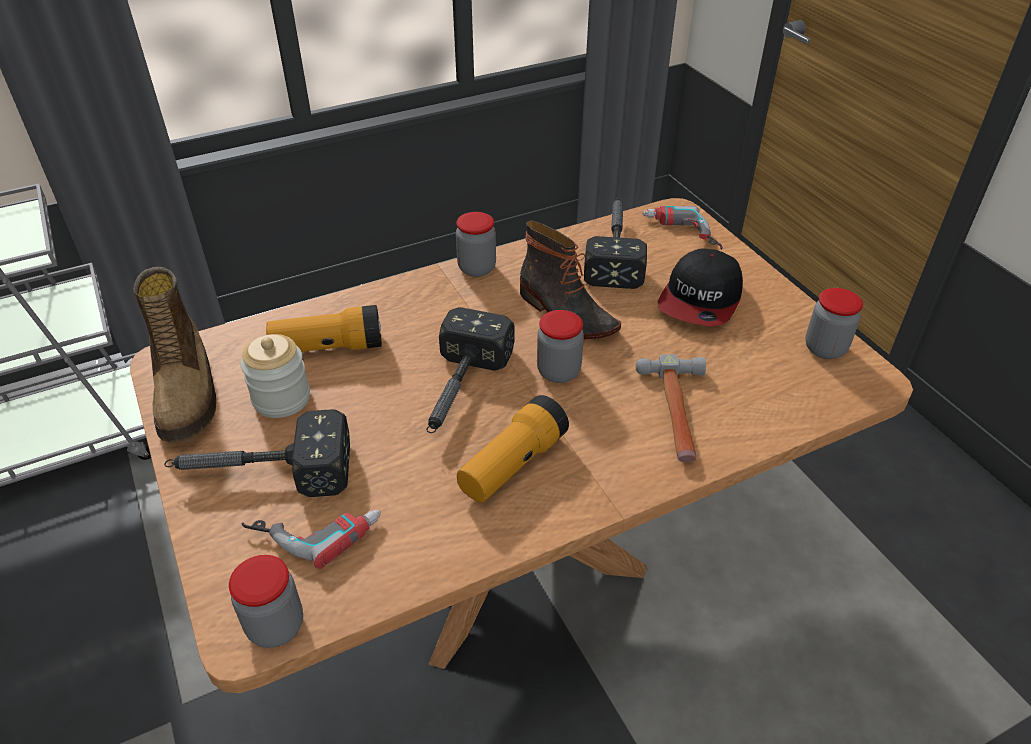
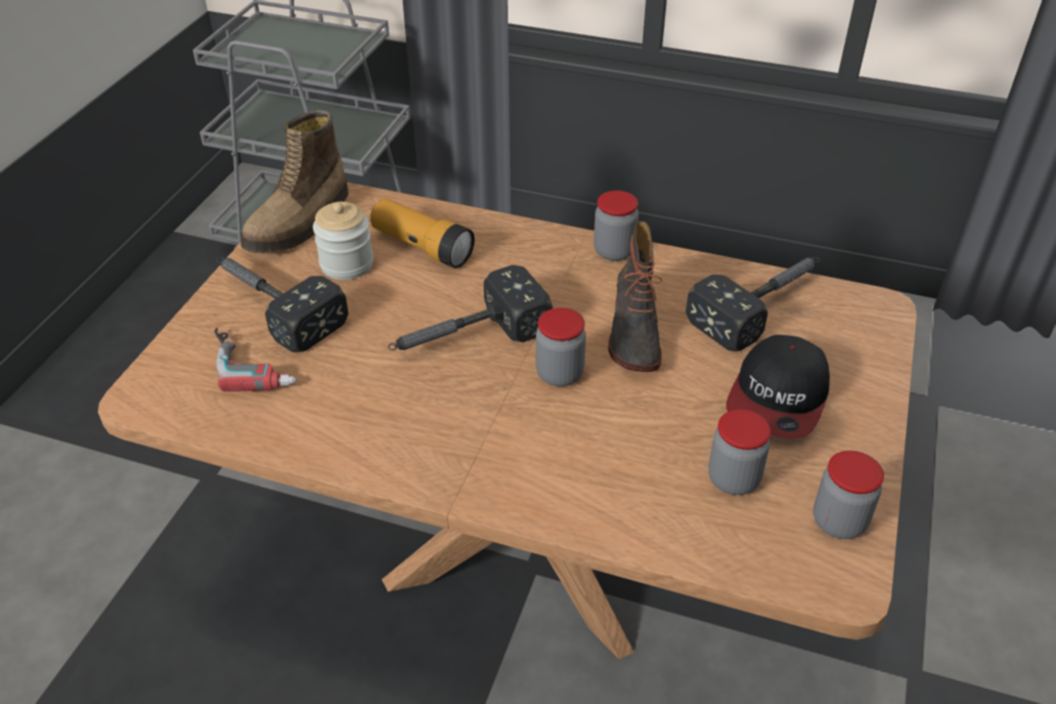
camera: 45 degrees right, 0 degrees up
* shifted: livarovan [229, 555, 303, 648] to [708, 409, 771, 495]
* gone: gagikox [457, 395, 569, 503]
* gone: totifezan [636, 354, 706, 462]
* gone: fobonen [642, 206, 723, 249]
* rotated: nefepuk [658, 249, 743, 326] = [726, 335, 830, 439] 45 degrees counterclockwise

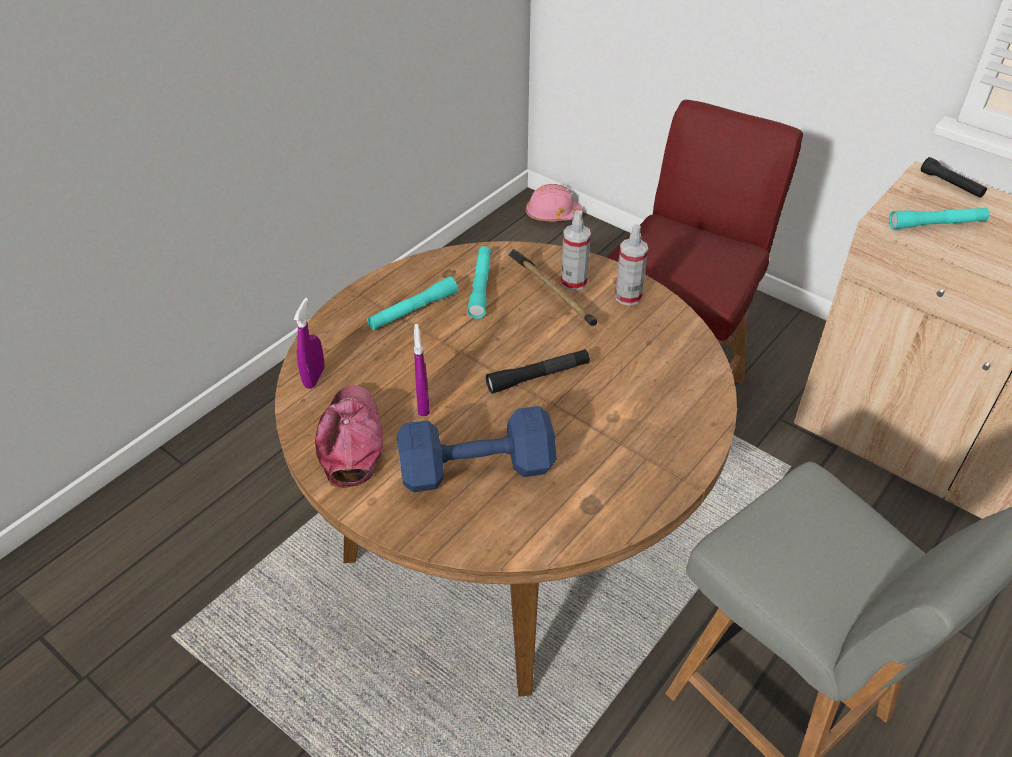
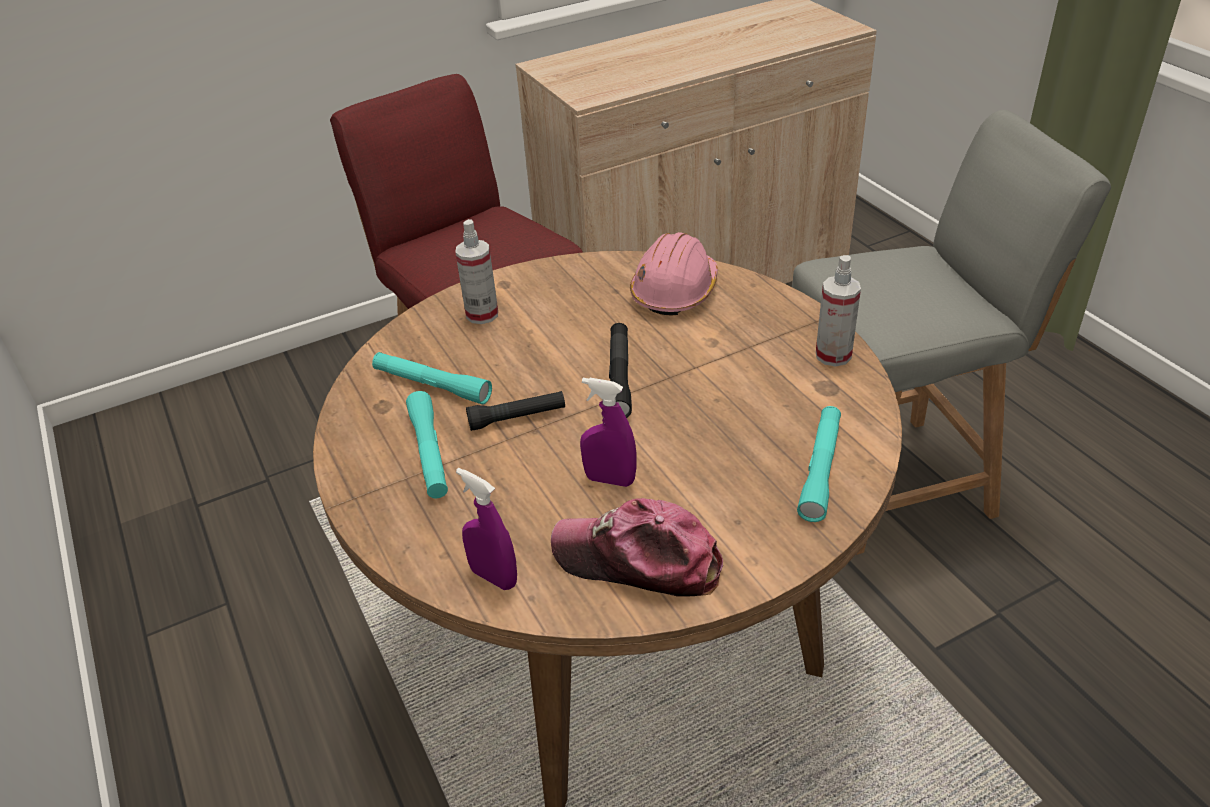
camera: 65 degrees left, 5 degrees down
* gone: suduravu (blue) [397, 406, 557, 492]
* gone: totifezan [508, 249, 597, 326]
* shifted: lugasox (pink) [526, 184, 583, 221] to [630, 232, 718, 316]
* shifted: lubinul [615, 224, 648, 306] to [816, 255, 861, 367]
* shifted: gagikox (turquoise) [889, 208, 989, 229] to [797, 406, 841, 522]
* shifted: gagikox (black) [921, 157, 987, 198] to [466, 391, 565, 431]

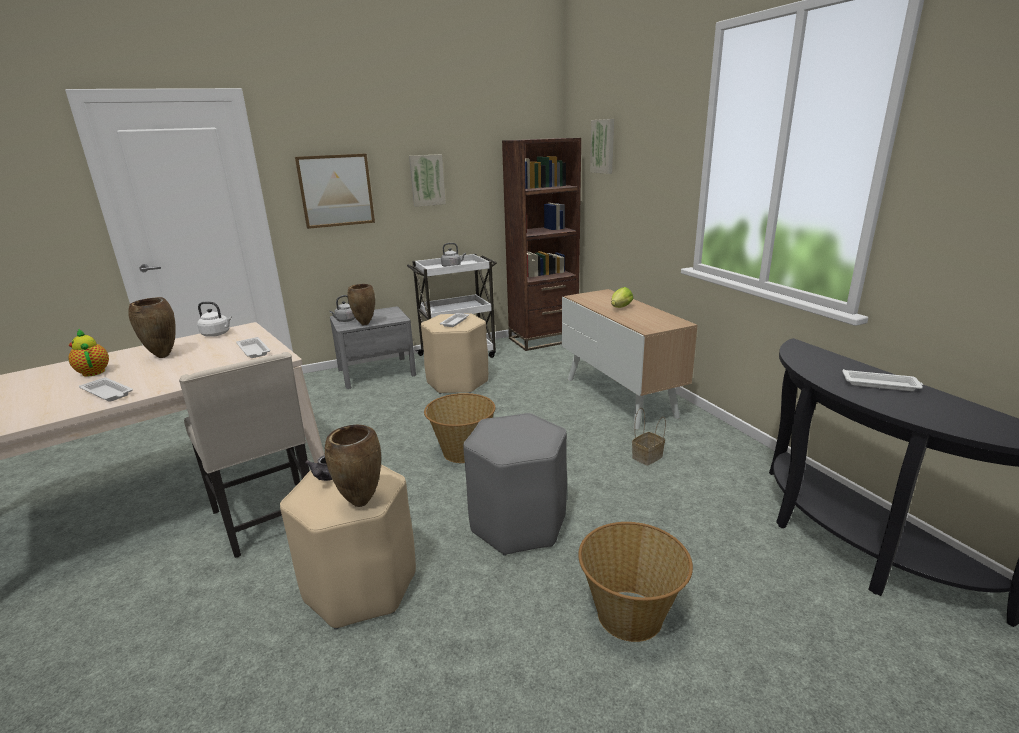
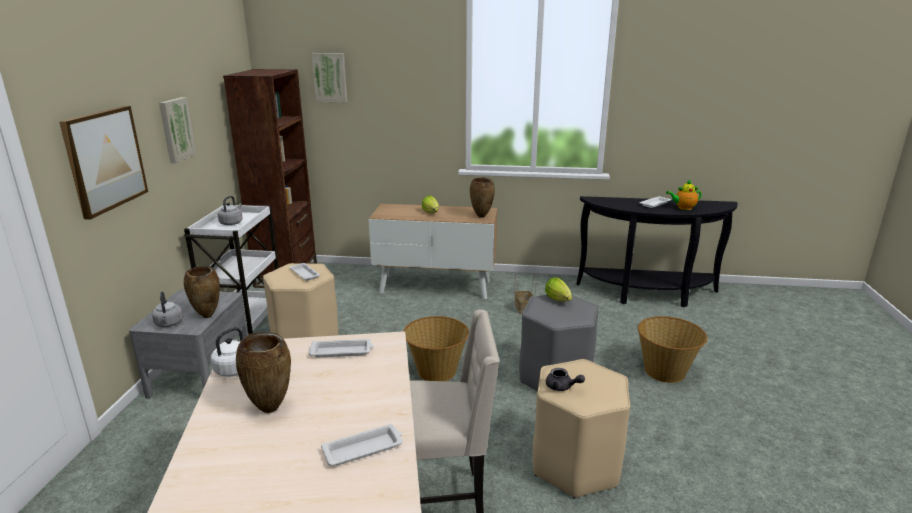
camera: 60 degrees left, 0 degrees up
* shifted: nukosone [68, 329, 109, 377] to [666, 180, 702, 210]
* shifted: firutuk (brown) [325, 425, 381, 507] to [470, 177, 495, 218]
* new: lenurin [545, 277, 572, 302]

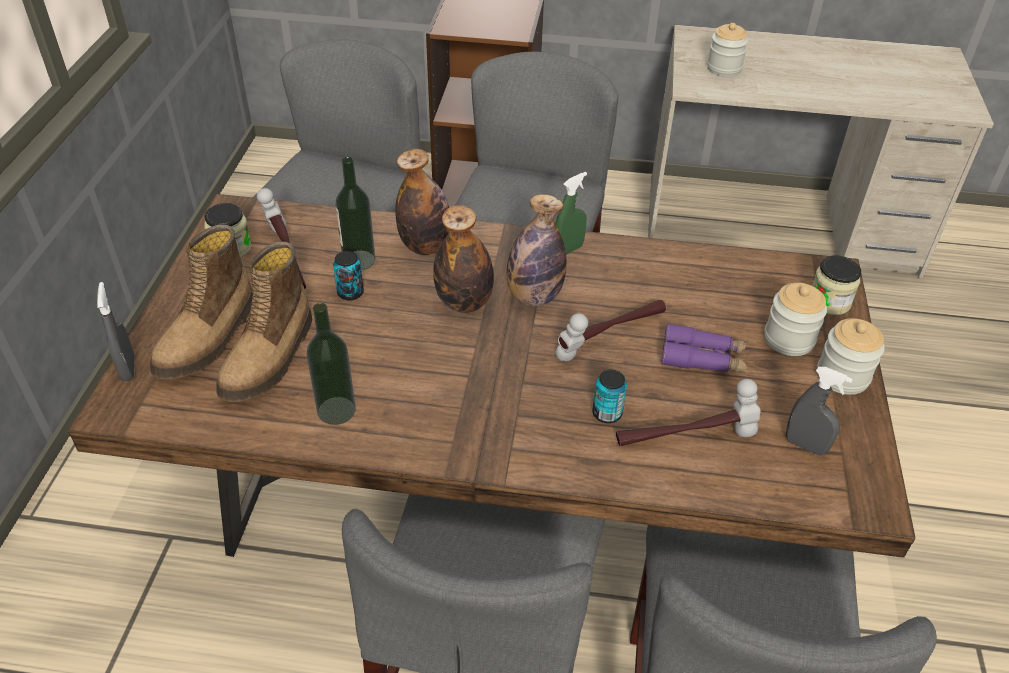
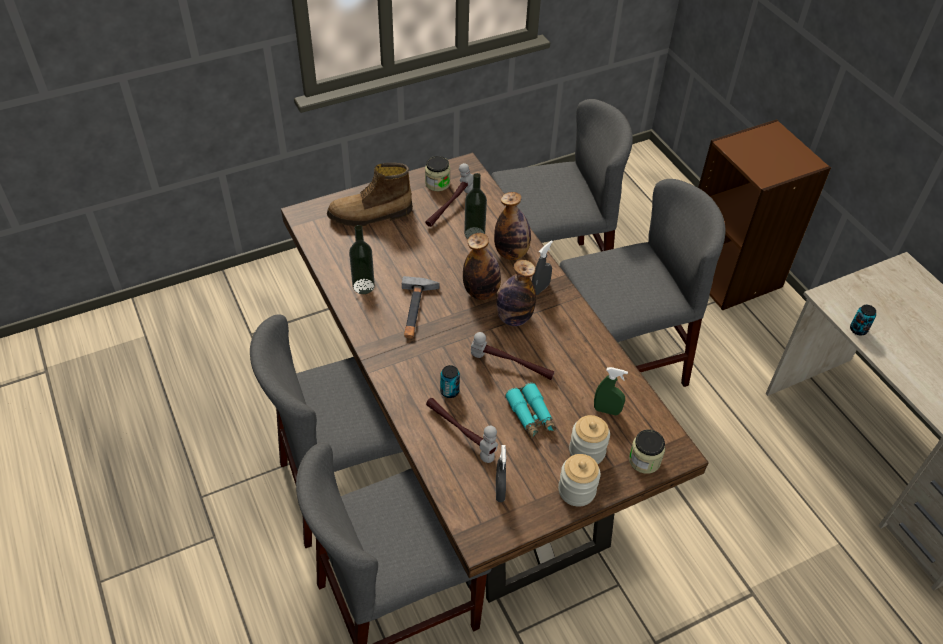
camera: 55 degrees right, 5 degrees up
* shifted: lubinul (grey) [97, 282, 135, 381] to [532, 240, 553, 295]
* gone: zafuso [216, 242, 312, 402]
* shifted: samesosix [333, 251, 364, 301] to [850, 305, 876, 336]
* shifted: lubinul (green) [556, 172, 587, 255] to [594, 367, 628, 415]
* repainted: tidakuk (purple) [661, 323, 747, 373] to tidakuk (turquoise) [505, 383, 556, 438]
* gone: livarovan [707, 23, 748, 77]
* new: totifezan [402, 276, 440, 338]

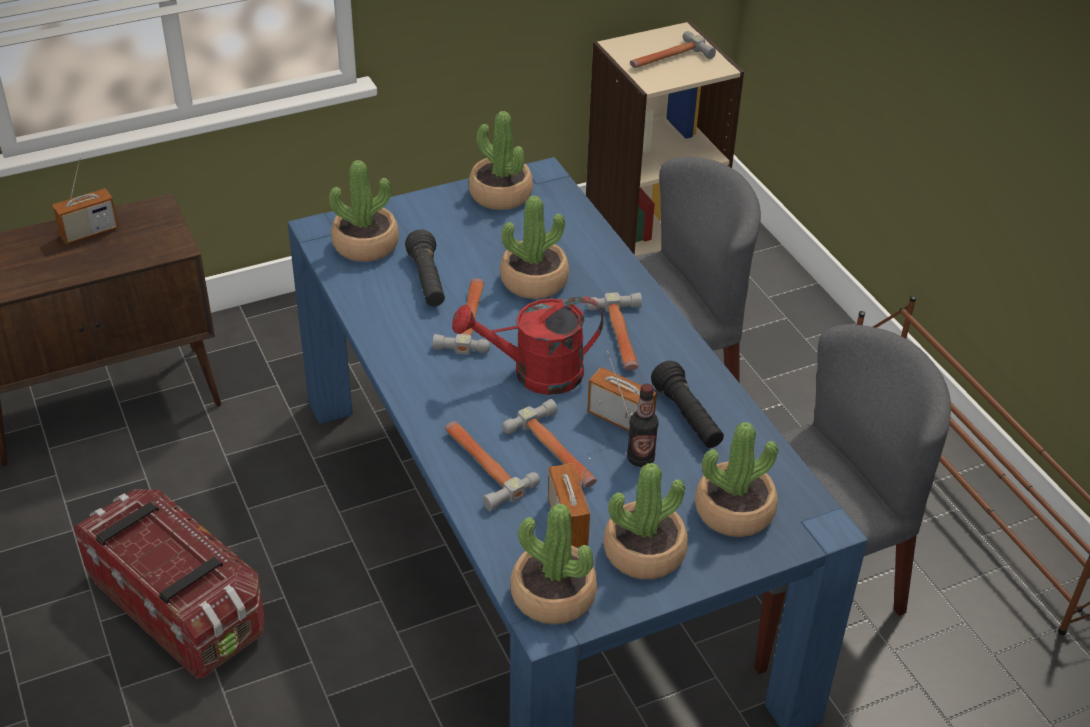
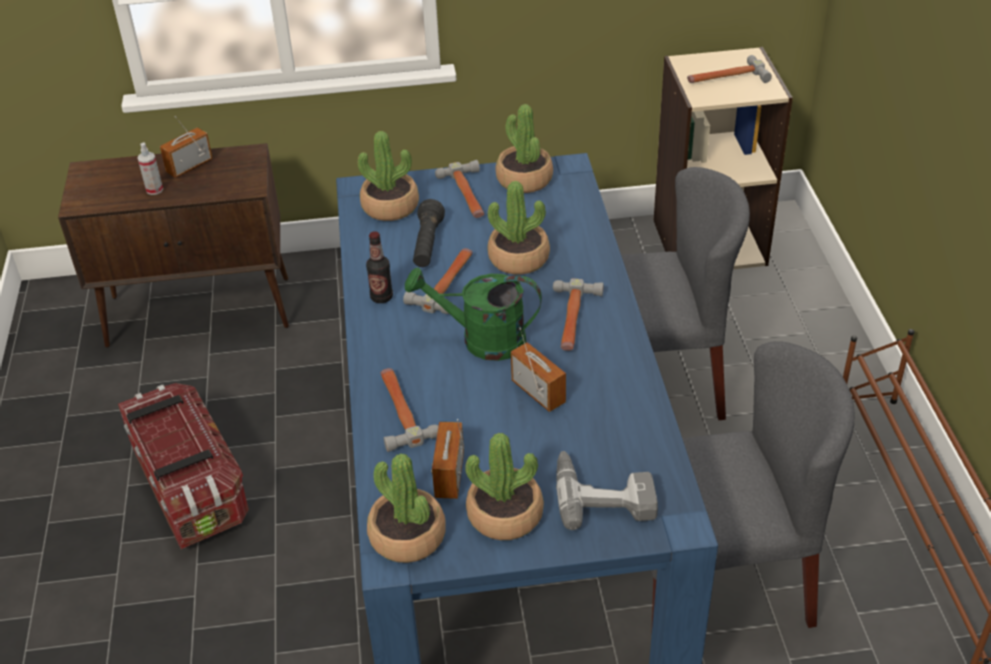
camera: 20 degrees right, 0 degrees up
* rotated: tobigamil [52, 157, 119, 244] = [160, 116, 213, 178] 150 degrees clockwise
* repainted: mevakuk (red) [452, 296, 604, 395] to mevakuk (green) [405, 267, 542, 361]
* shifted: totifezan [502, 399, 597, 487] to [435, 160, 484, 218]
* shifted: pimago [627, 384, 659, 467] to [366, 231, 393, 303]
* gone: gagikox (black) [651, 361, 724, 448]
* swapped: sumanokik [695, 422, 778, 537] to fobonen [556, 451, 658, 530]
* new: lubinul [137, 142, 163, 195]

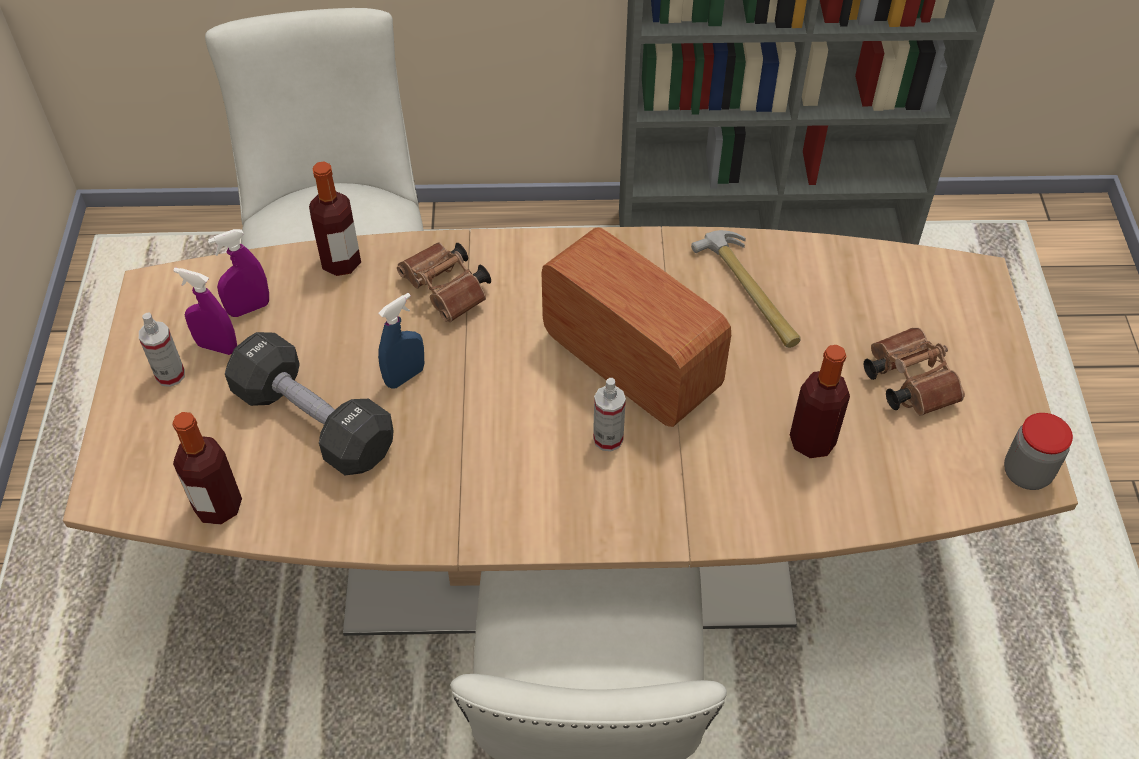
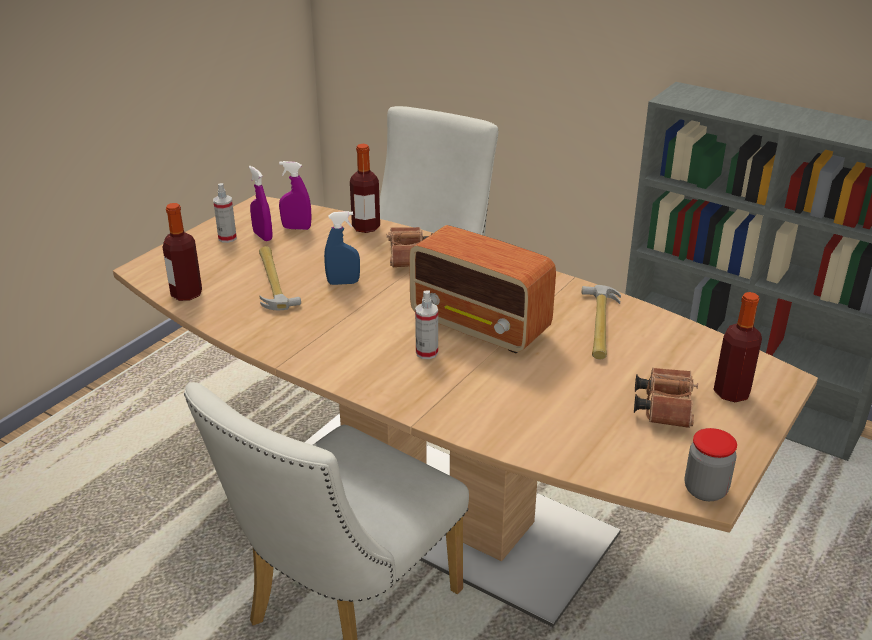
camera: 35 degrees right, 20 degrees down
* swapped: suduravu (black) [225, 332, 394, 475] to totifezan [259, 246, 301, 310]
* rotated: tobigamil [542, 227, 731, 427] = [409, 225, 556, 353] 135 degrees clockwise
* shifted: pimago [790, 345, 850, 458] to [713, 292, 762, 402]

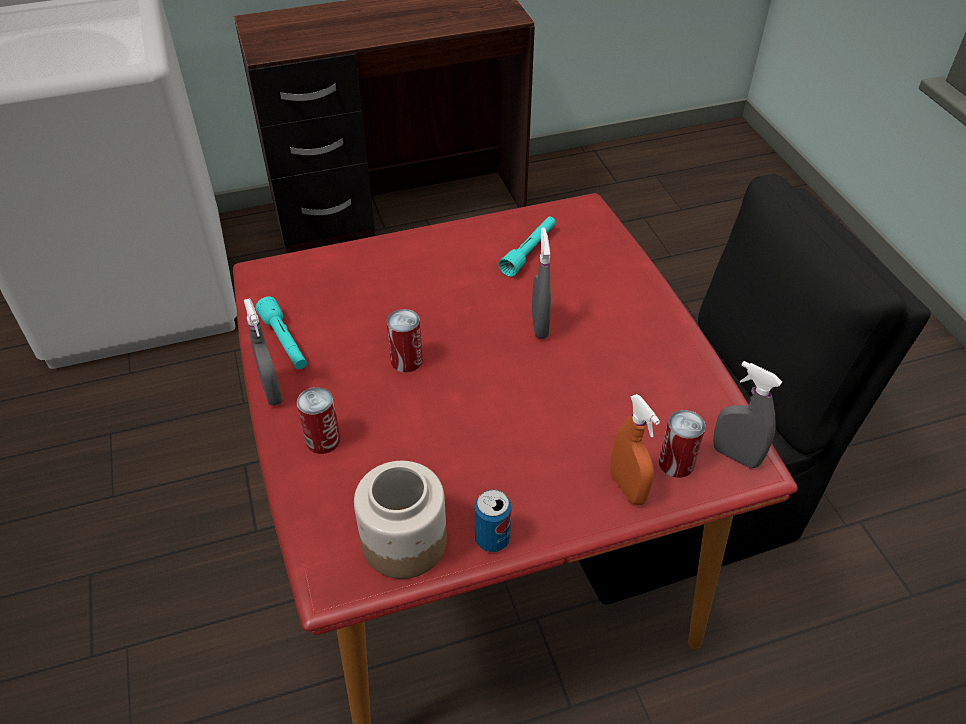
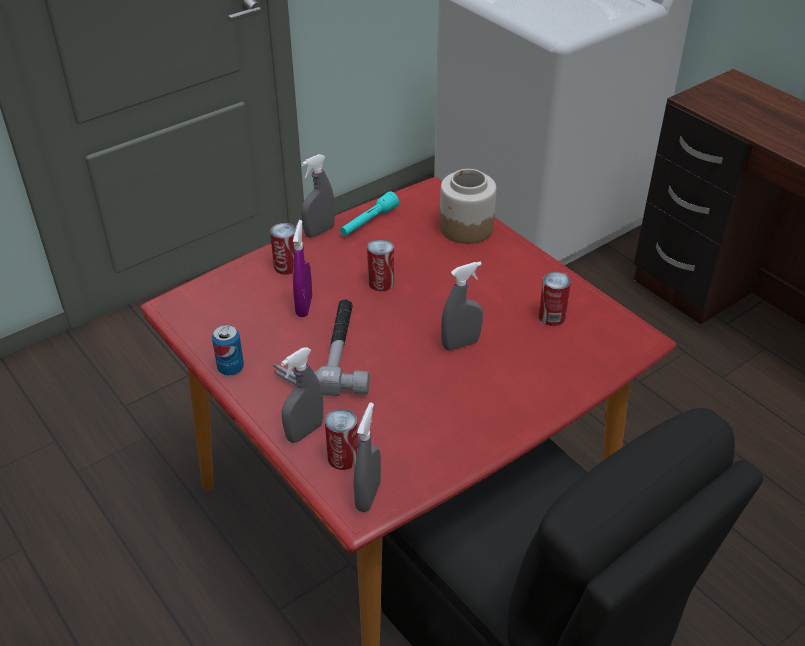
camera: 70 degrees right, 5 degrees down
* shifted: livarovan [354, 461, 447, 579] to [439, 169, 497, 244]
* swapped: gagikox (turquoise) [498, 217, 556, 277] to samesosix [538, 272, 571, 326]
* repainted: lubinul (orange) [610, 394, 660, 506] to lubinul (grey) [281, 347, 323, 443]
* new: totifezan [273, 299, 370, 396]
* new: lubinul (purple) [293, 220, 312, 317]

